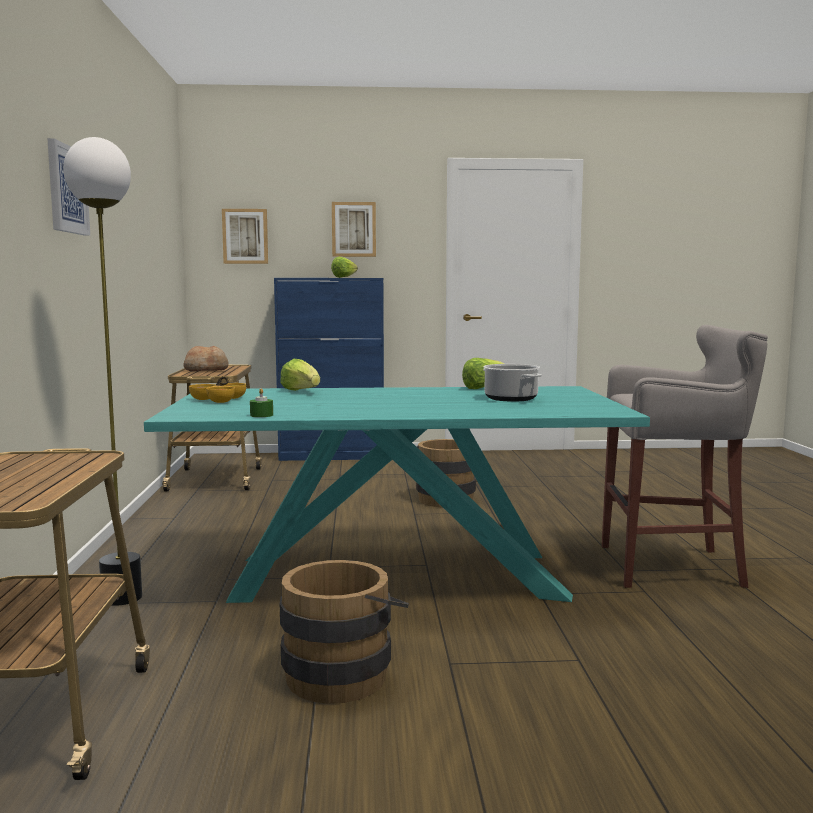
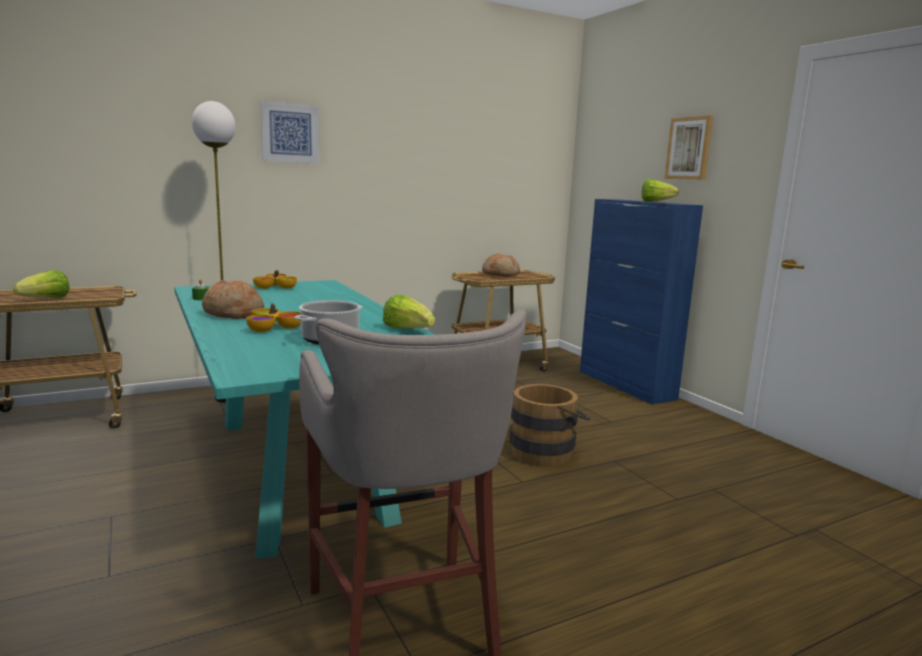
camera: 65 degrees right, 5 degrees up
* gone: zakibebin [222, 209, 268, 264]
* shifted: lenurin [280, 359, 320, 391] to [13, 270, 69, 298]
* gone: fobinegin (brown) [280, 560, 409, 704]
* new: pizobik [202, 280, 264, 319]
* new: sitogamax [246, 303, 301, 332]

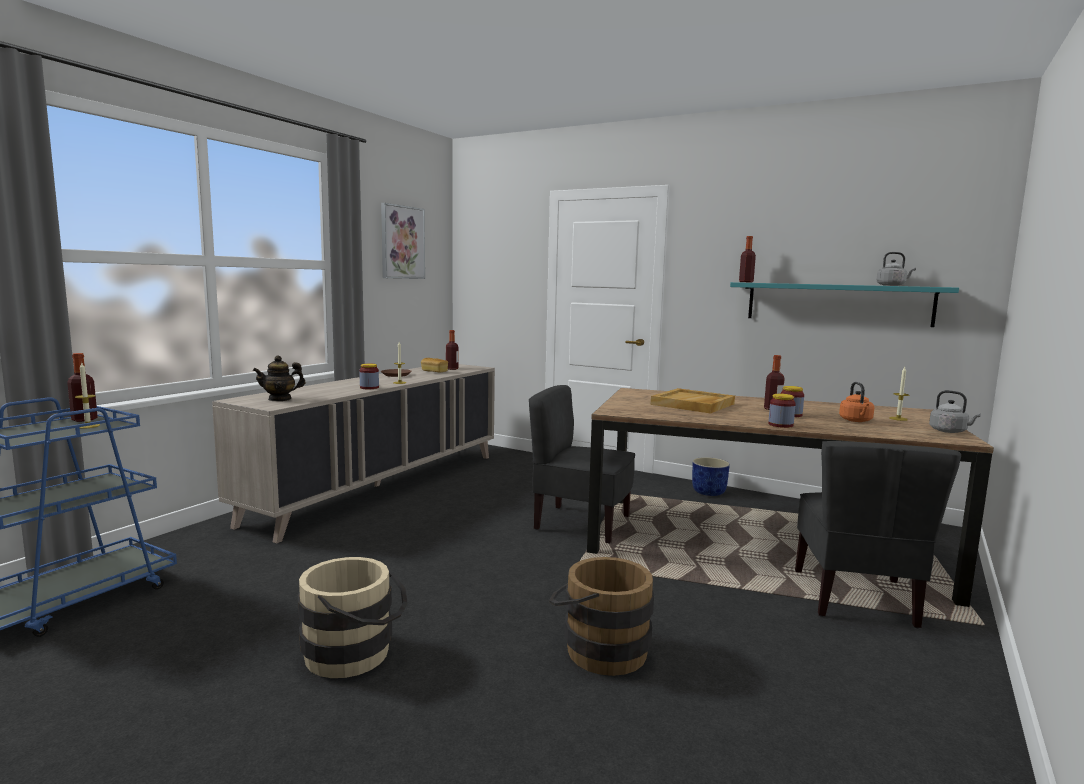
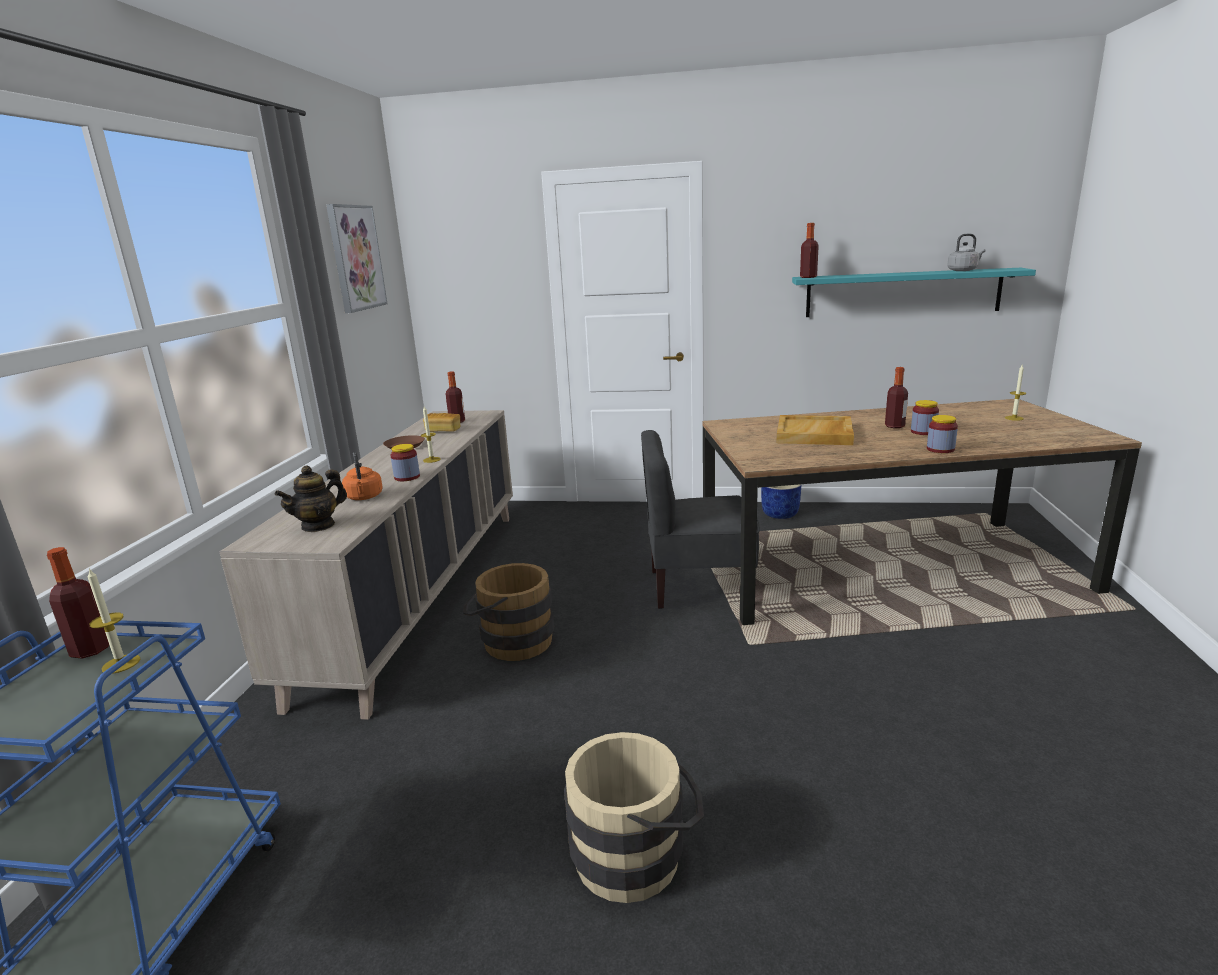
camera: 20 degrees left, 10 degrees up
* shifted: fobinegin (brown) [549, 557, 654, 676] to [463, 563, 554, 661]
* gone: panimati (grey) [795, 441, 961, 628]
* shifted: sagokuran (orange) [839, 382, 874, 422] to [342, 452, 383, 500]
* gone: sagokuran (grey) [929, 390, 981, 433]

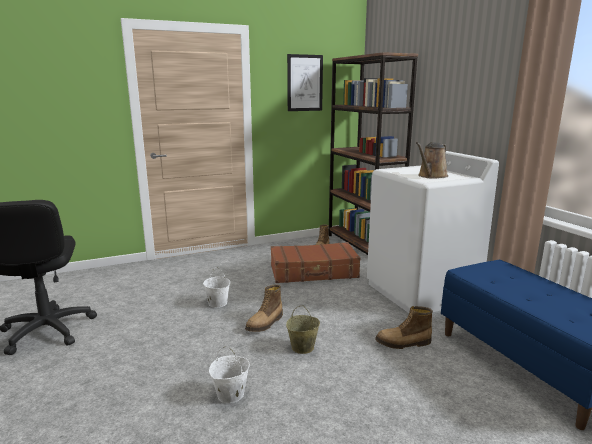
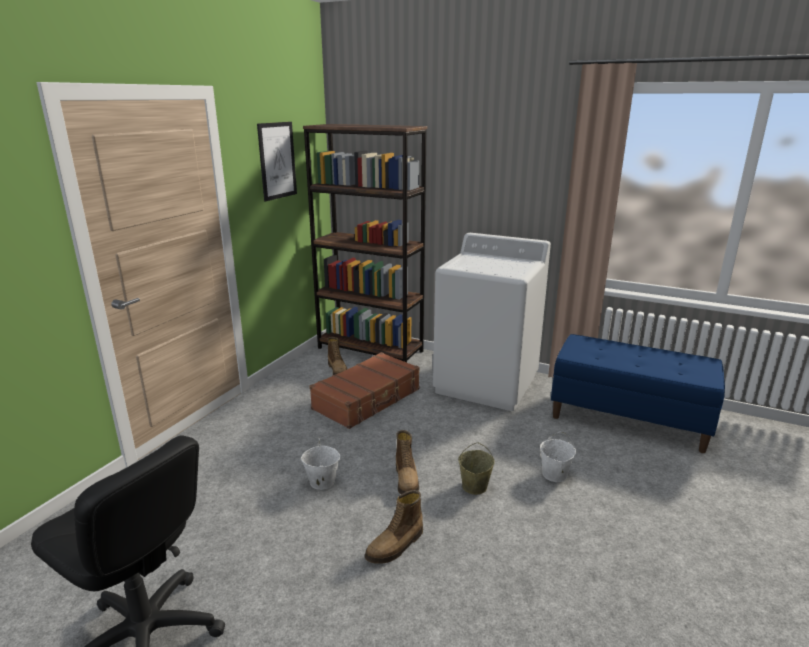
camera: 40 degrees left, 5 degrees up
* shifted: fobinegin (white) [209, 346, 250, 403] to [540, 431, 576, 482]
* shifted: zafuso [375, 306, 433, 349] to [365, 490, 423, 564]
* gone: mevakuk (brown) [416, 142, 448, 179]

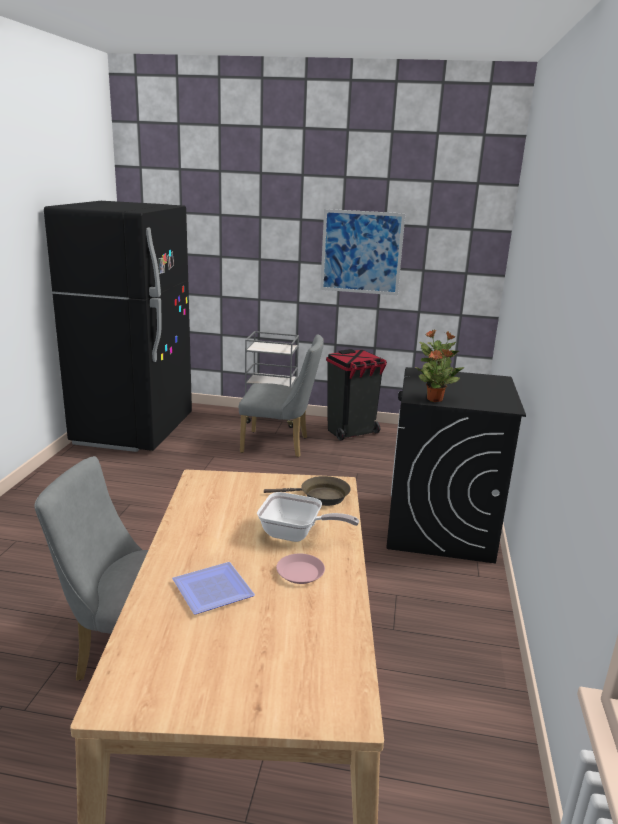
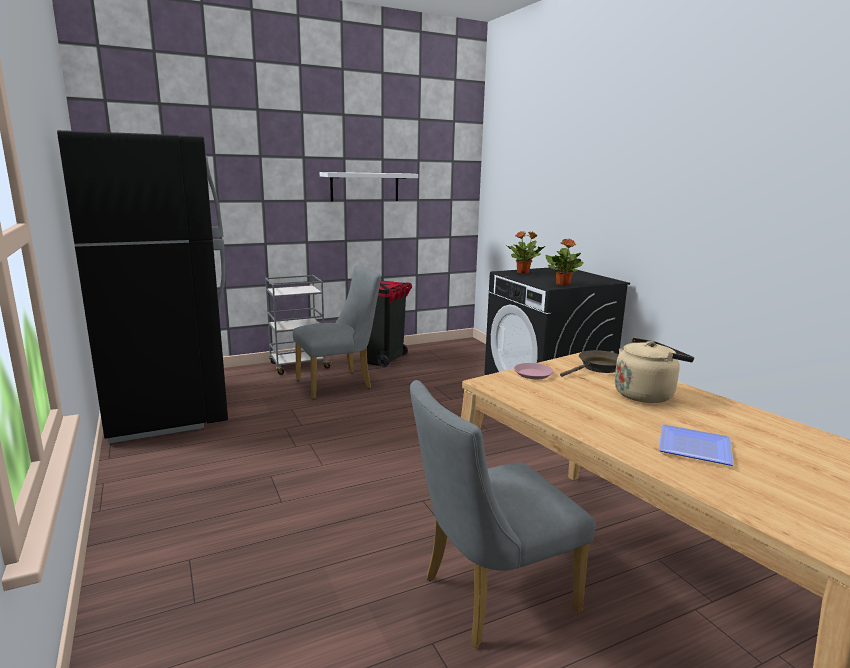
camera: 35 degrees left, 5 degrees down
* swapped: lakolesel [257, 492, 359, 542] to sagokuran (beige) [614, 338, 694, 403]
* shifted: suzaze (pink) [276, 554, 325, 584] to [514, 363, 554, 379]
* swapped: zakibebin [320, 209, 405, 295] to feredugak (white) [320, 172, 418, 202]

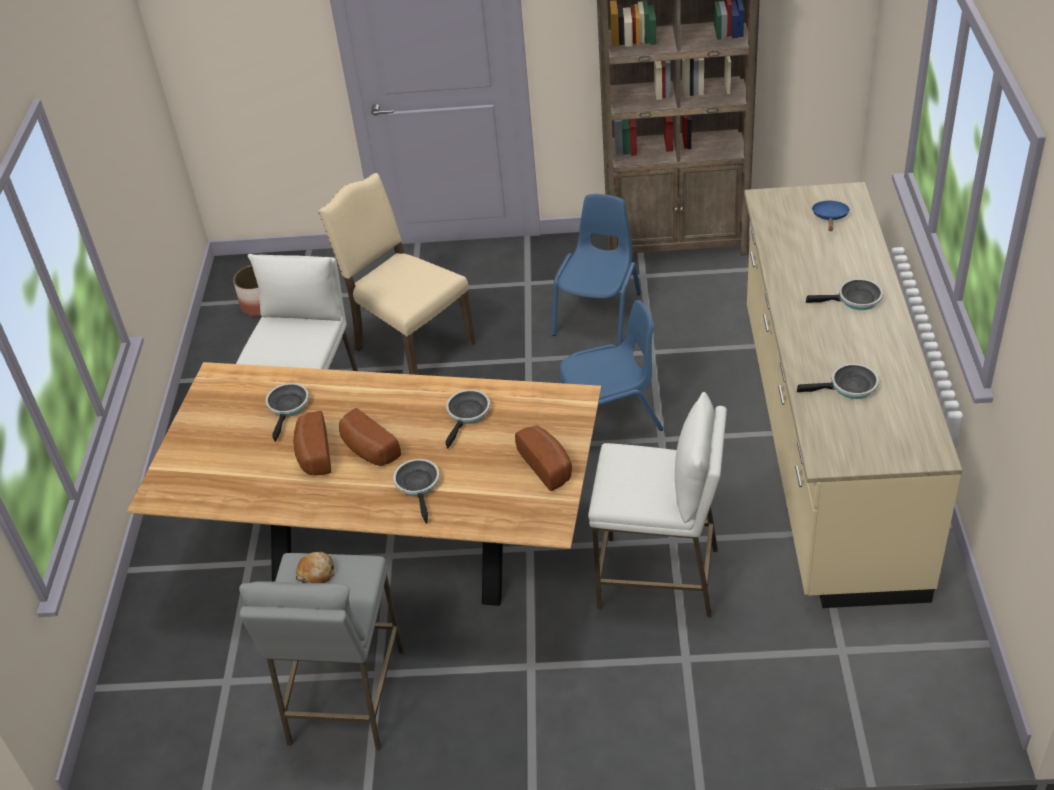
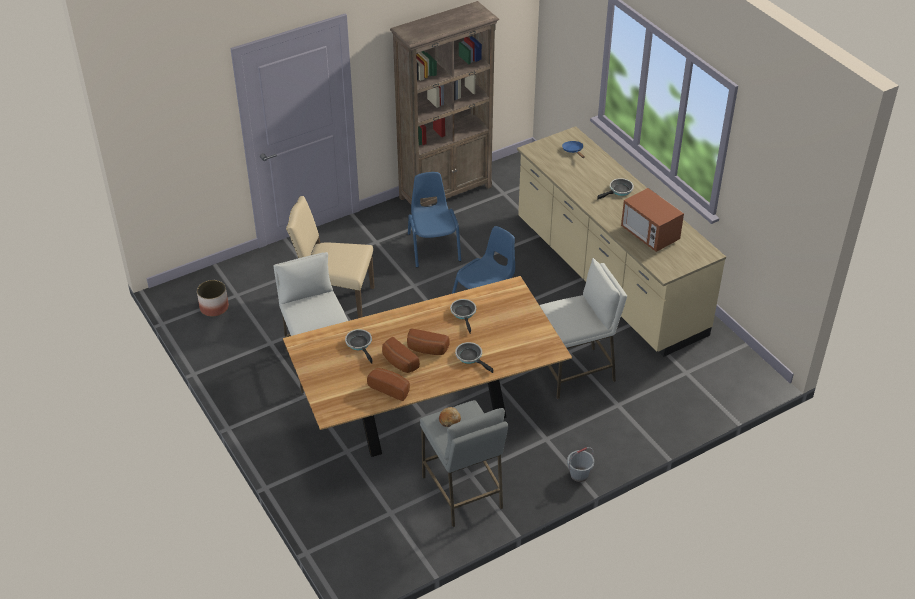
camera: 35 degrees left, 0 degrees up
* shifted: pizobik [515, 426, 572, 491] to [367, 368, 410, 401]
* swapped: lakolesel [797, 364, 879, 399] to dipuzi [621, 188, 684, 252]
* new: fobinegin (grey) [567, 447, 594, 482]

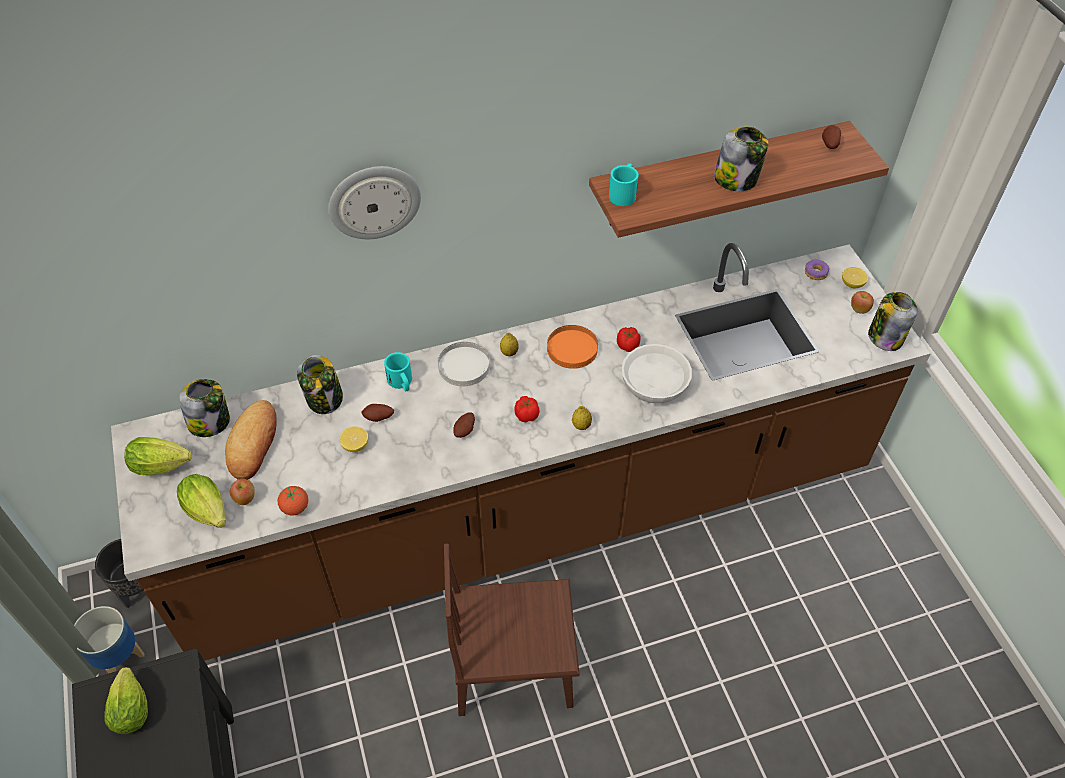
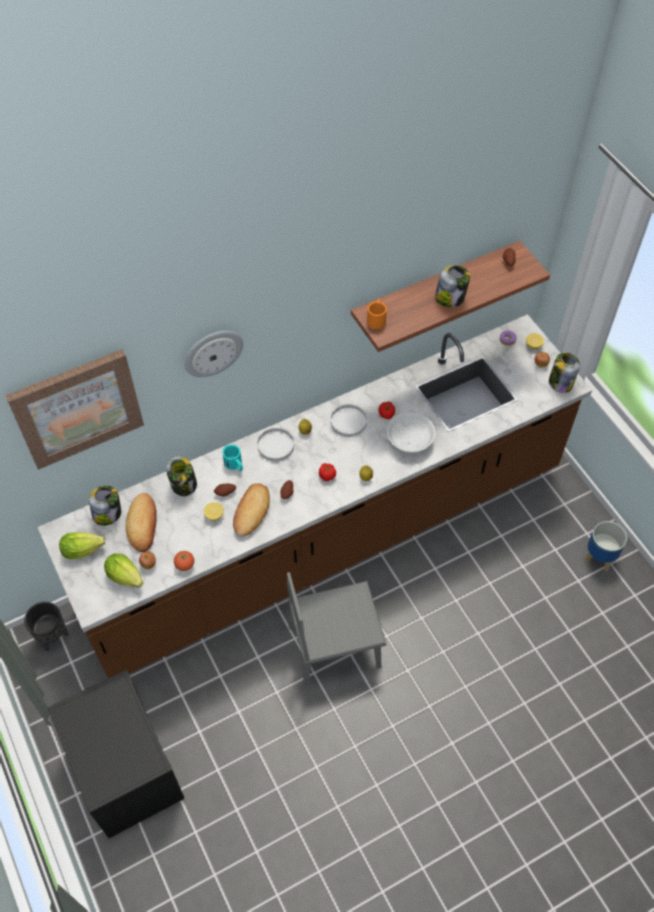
camera: 10 degrees left, 5 degrees up
* shifted: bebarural [74, 606, 144, 674] to [584, 521, 627, 571]
* gone: lenurin [104, 667, 148, 734]
* repainted: panimati (brown) [444, 544, 579, 716] to panimati (grey) [287, 572, 387, 686]
* repainted: suzaze (orange) [547, 325, 598, 369] to suzaze (white) [331, 405, 367, 437]
* repainted: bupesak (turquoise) [609, 163, 639, 206] to bupesak (orange) [367, 299, 387, 329]
* new: zakibebin [5, 349, 144, 470]
* new: pizobik [233, 483, 270, 537]

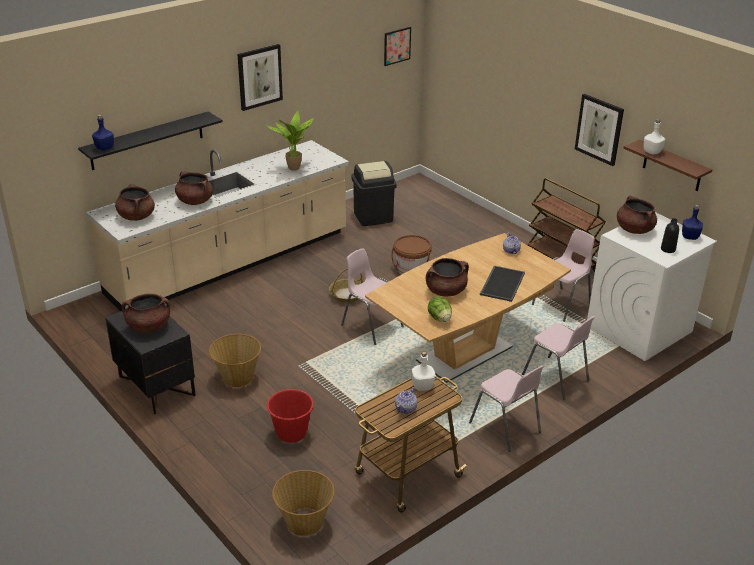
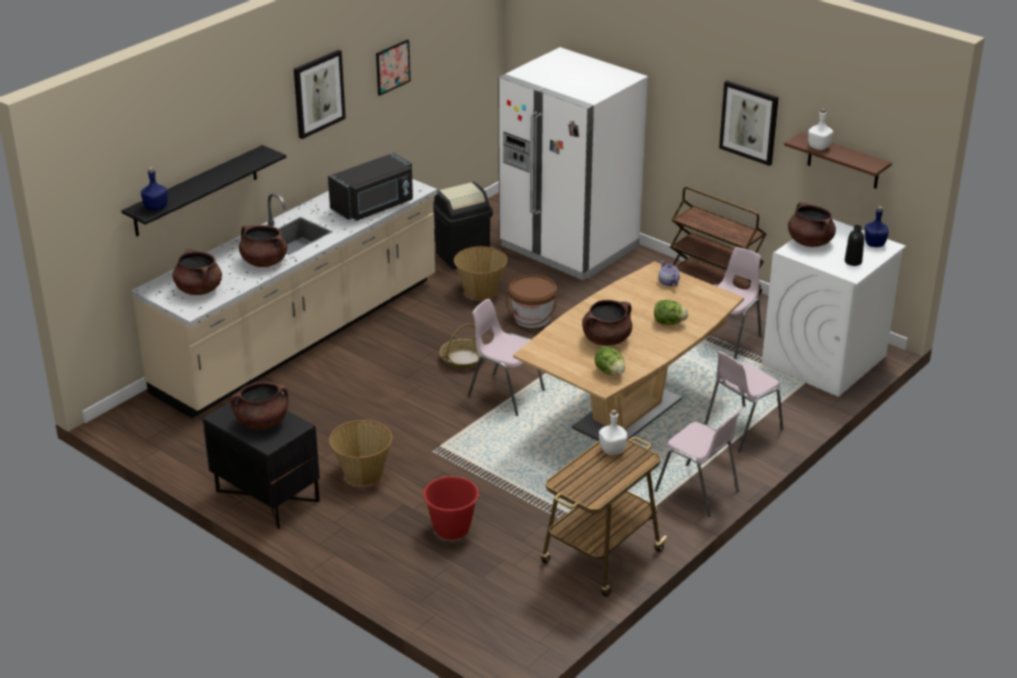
camera: 10 degrees left, 0 degrees up
* swapped: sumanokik [266, 110, 314, 171] to dipuzi (black) [328, 153, 413, 220]
* shifted: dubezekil [272, 470, 335, 536] to [454, 246, 508, 300]
* shifted: zakibebin [384, 27, 411, 66] to [376, 39, 410, 96]
* gone: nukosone [395, 387, 417, 414]
* swapped: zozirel [480, 266, 525, 302] to lenurin [654, 300, 688, 325]
* rotated: panimati (pink) [522, 316, 595, 399] = [704, 351, 783, 452] 105 degrees clockwise
* new: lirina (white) [498, 47, 648, 280]

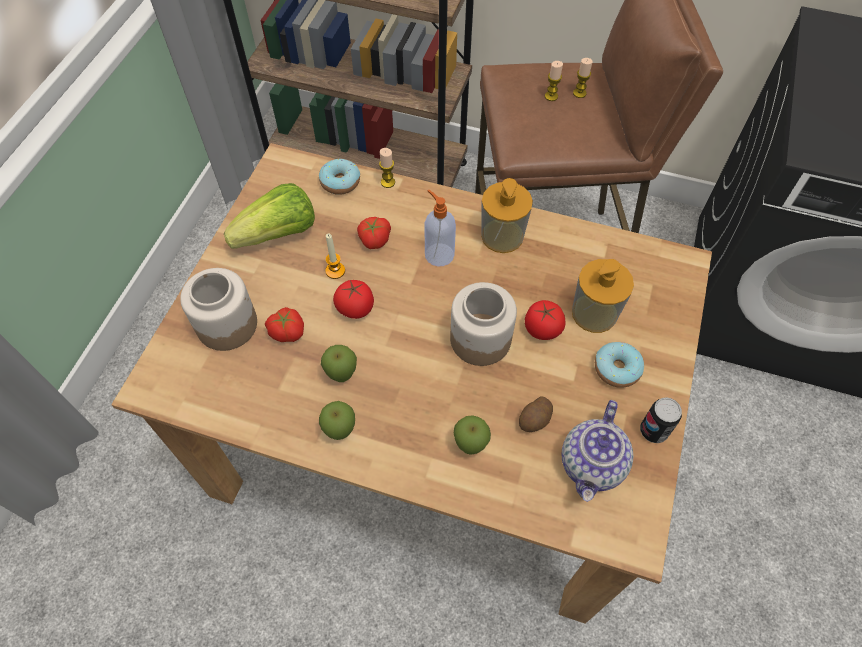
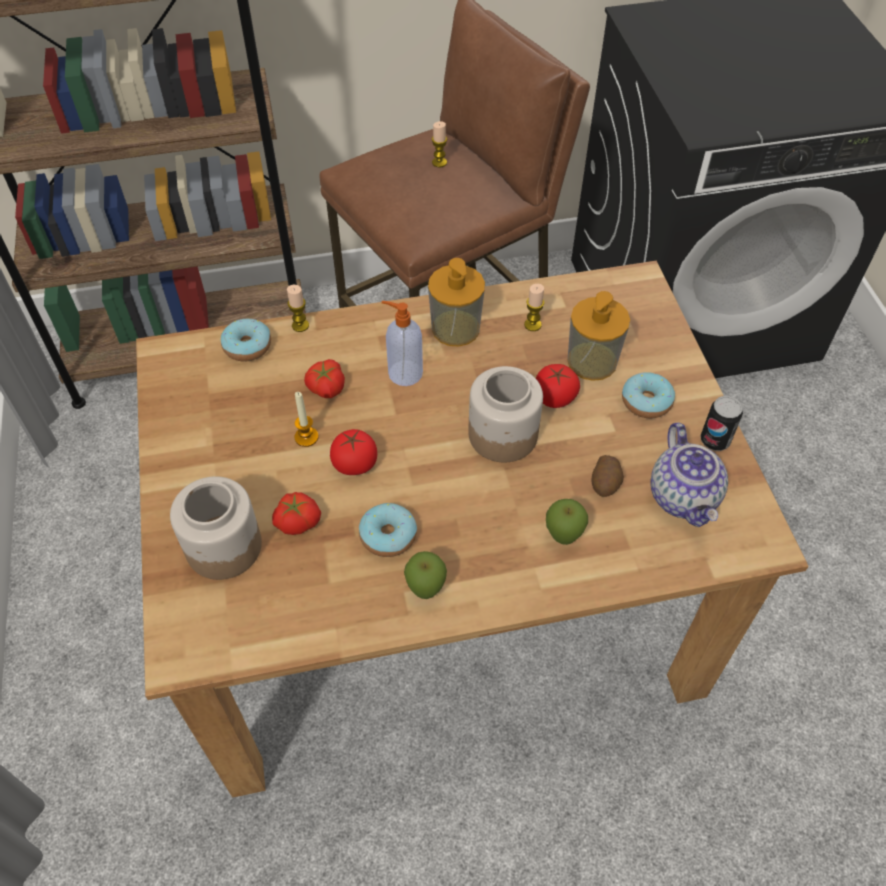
camera: 30 degrees left, 5 degrees down
* gone: lenurin [224, 183, 315, 249]
* swapped: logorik [321, 345, 357, 382] to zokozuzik [359, 503, 417, 557]
* shifted: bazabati [545, 61, 563, 101] to [524, 284, 544, 331]

